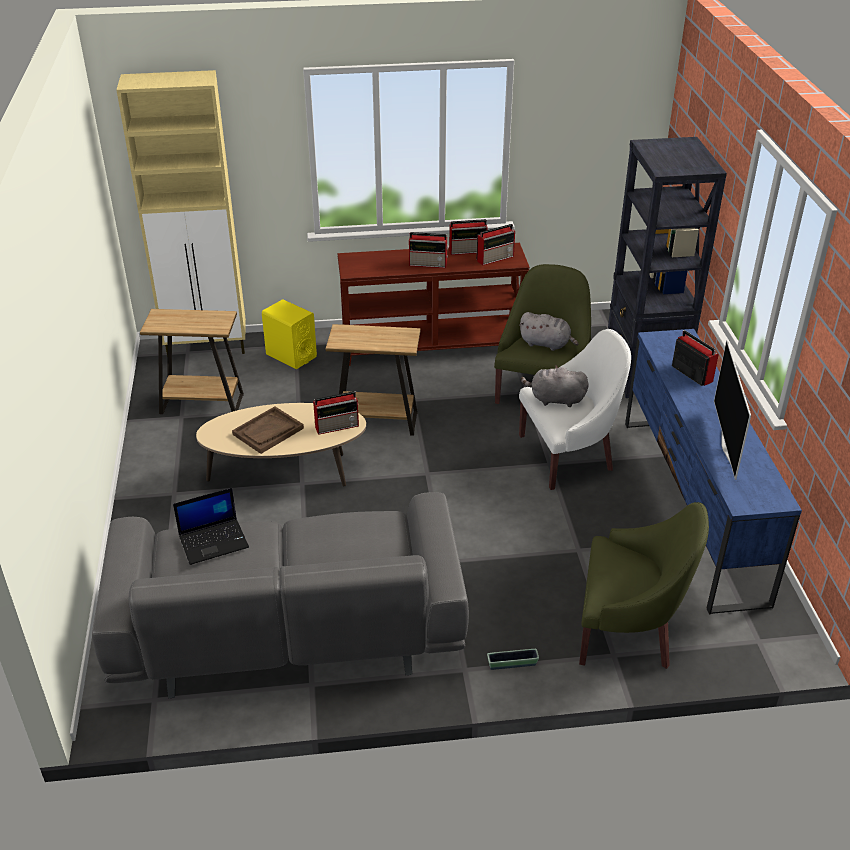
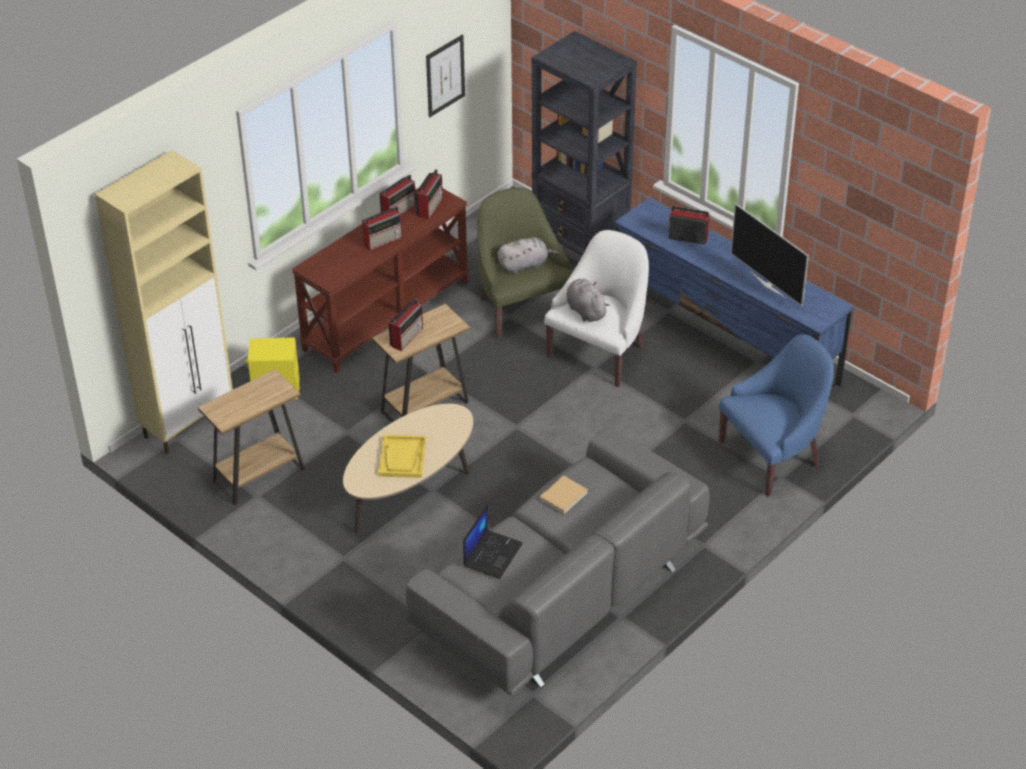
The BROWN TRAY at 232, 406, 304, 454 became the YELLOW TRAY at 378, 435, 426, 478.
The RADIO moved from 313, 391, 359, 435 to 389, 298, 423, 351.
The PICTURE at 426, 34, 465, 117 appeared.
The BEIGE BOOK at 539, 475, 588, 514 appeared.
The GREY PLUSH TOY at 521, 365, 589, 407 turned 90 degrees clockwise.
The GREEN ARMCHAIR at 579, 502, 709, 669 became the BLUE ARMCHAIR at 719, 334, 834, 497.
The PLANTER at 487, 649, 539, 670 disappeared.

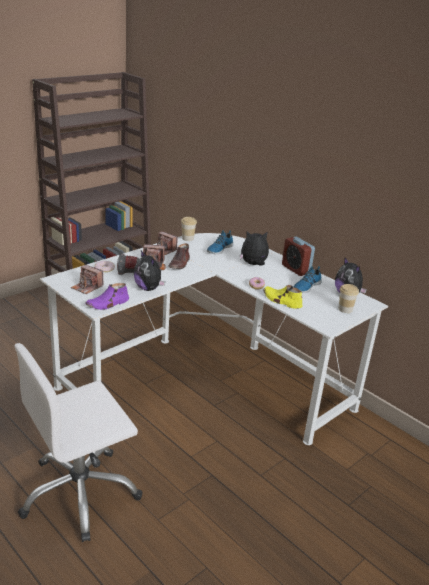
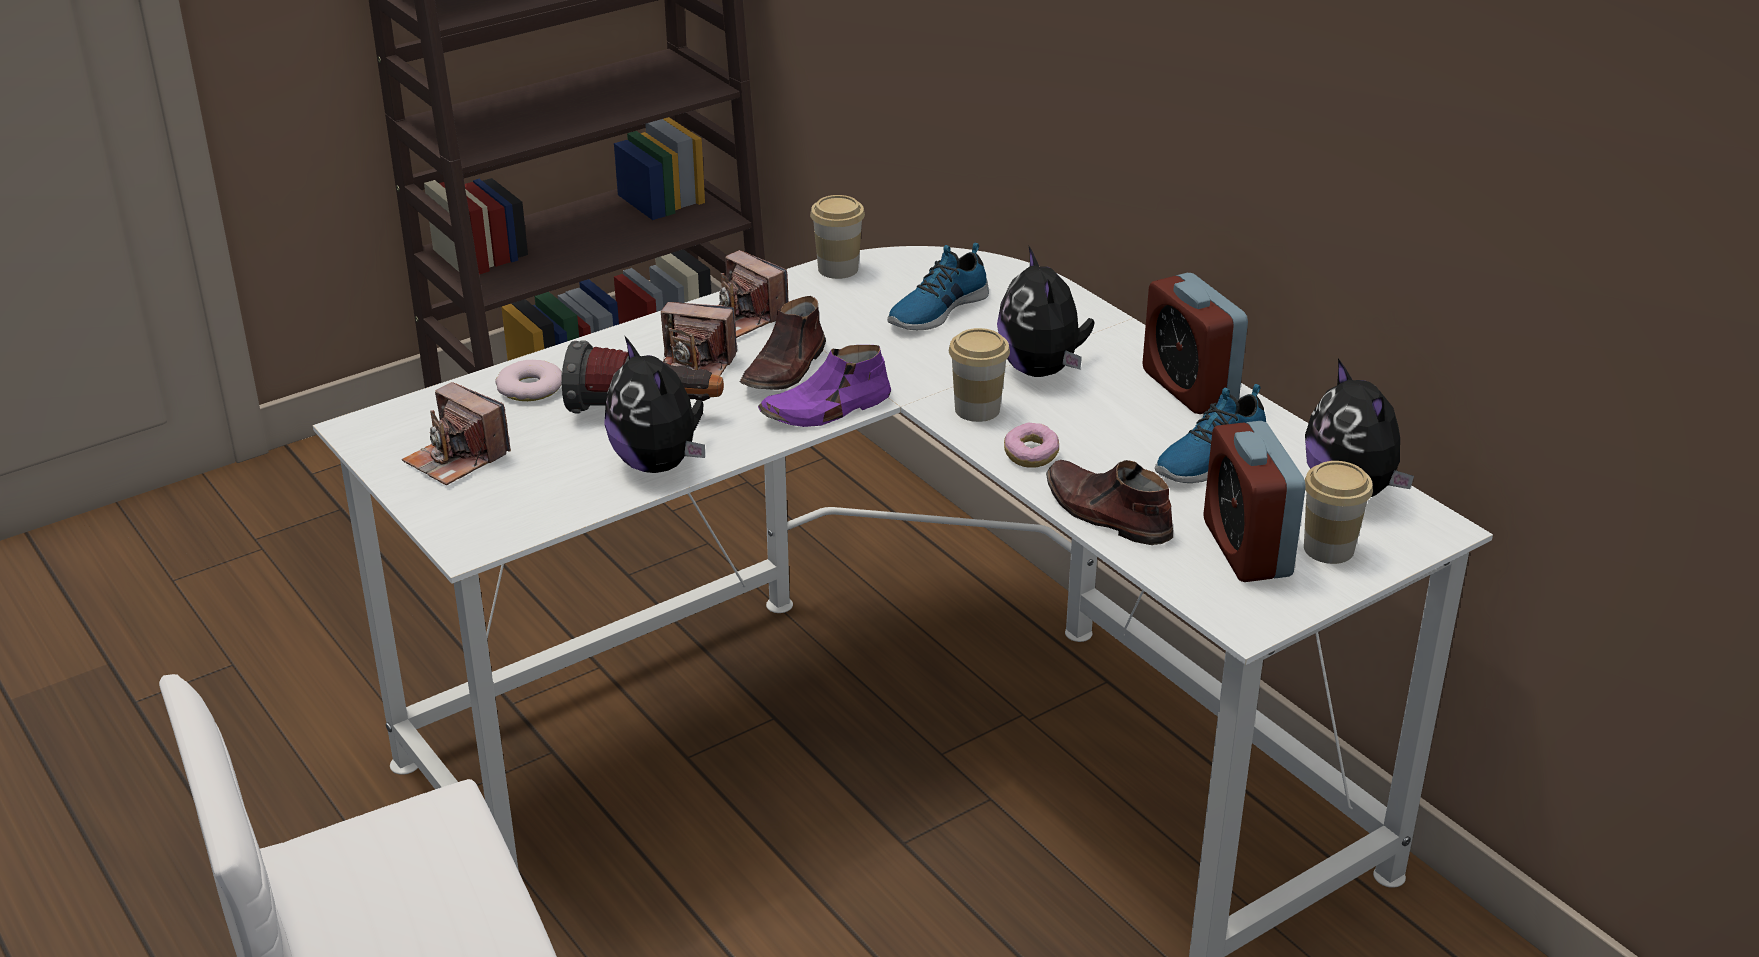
The PURPLE SHOE moved from 85, 283, 129, 310 to 758, 345, 891, 427.
The CUP at 949, 328, 1010, 422 appeared.
The PLUSH TOY at 240, 231, 269, 266 turned 105 degrees counterclockwise.
The YELLOW SHOE at 263, 285, 302, 309 became the BROWN SHOE at 1046, 460, 1173, 545.
The ALARM CLOCK at 1204, 421, 1306, 582 appeared.

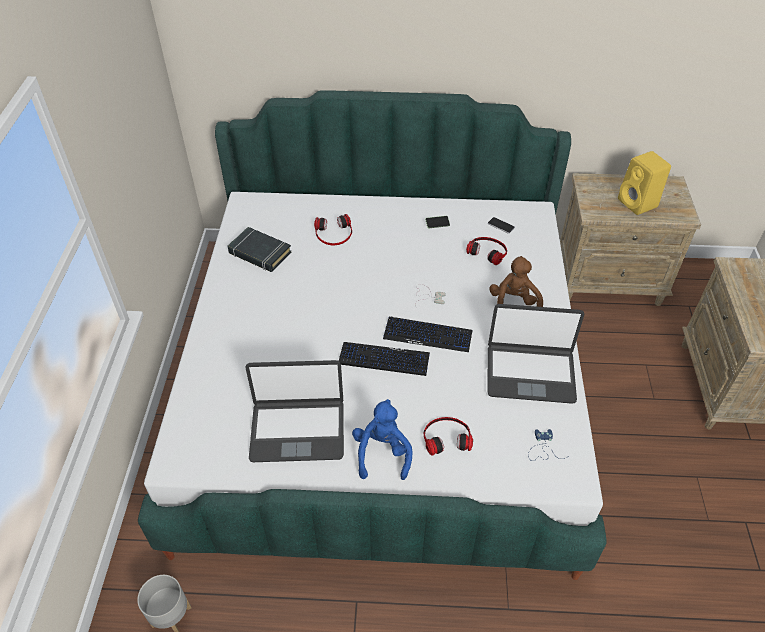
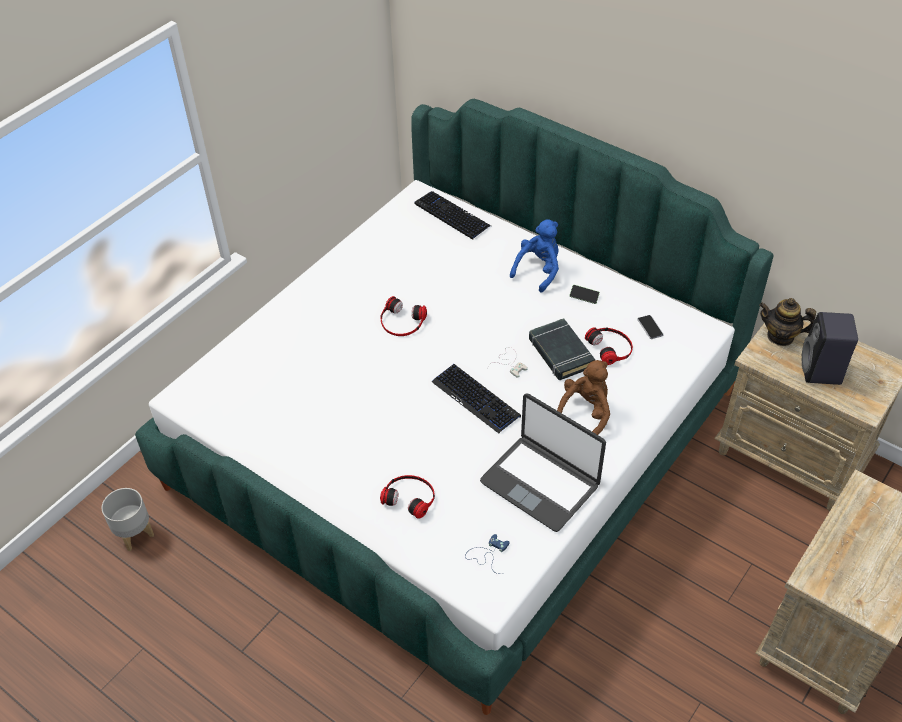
The HEADPHONES moved from 314, 214, 352, 245 to 380, 296, 427, 336.
The KEYBOARD moved from 339, 342, 430, 376 to 414, 191, 491, 240.
The BLUE PLUSH TOY moved from 352, 399, 412, 480 to 510, 219, 559, 293.
The BLACK BOOK moved from 227, 227, 291, 272 to 529, 318, 595, 380.
The TEAPOT at 759, 298, 816, 346 appeared.
The YELLOW SPEAKER at 618, 151, 671, 215 became the BLACK SPEAKER at 802, 312, 858, 385.
The LAPTOP at 245, 360, 344, 462 disappeared.

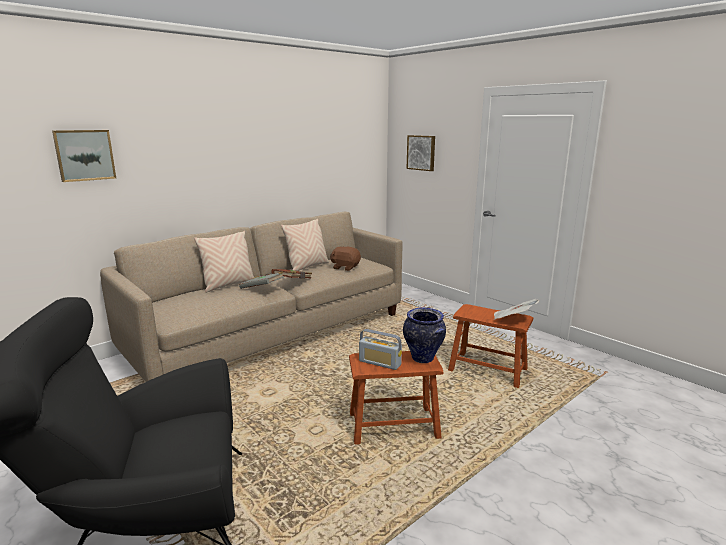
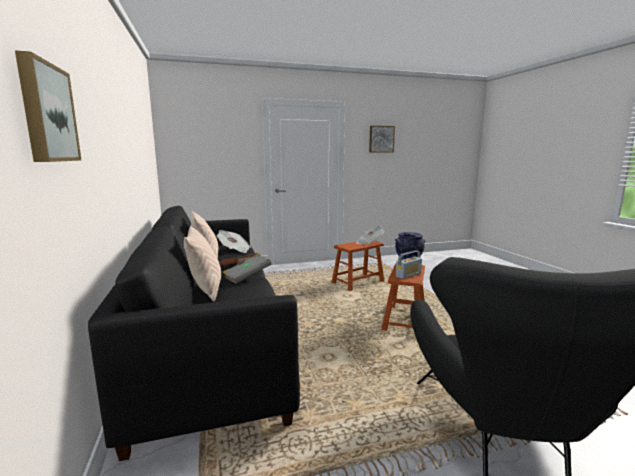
The BEIGE SOFA at 100, 212, 402, 382 became the BLACK SOFA at 88, 206, 300, 461.
The BROWN PLUSH TOY at 330, 247, 361, 271 was replaced by the NEWSPAPER at 217, 230, 251, 253.
The PICTURE moved from 407, 135, 435, 171 to 369, 126, 395, 153.

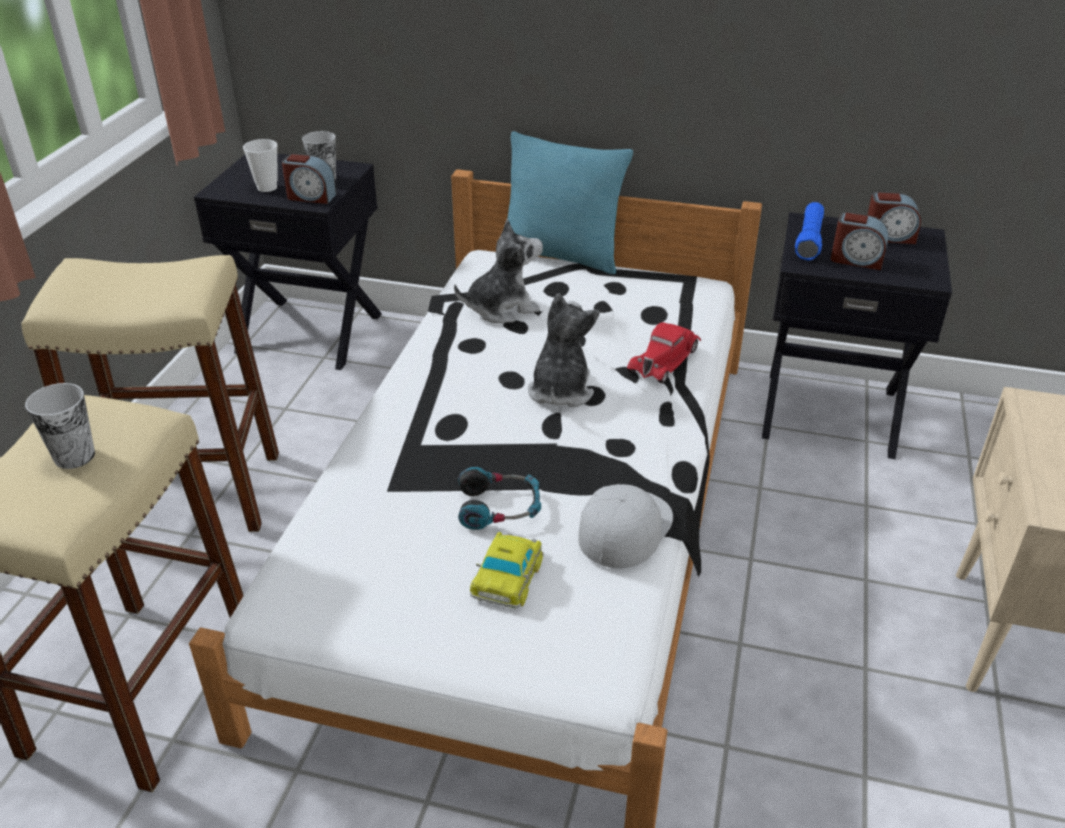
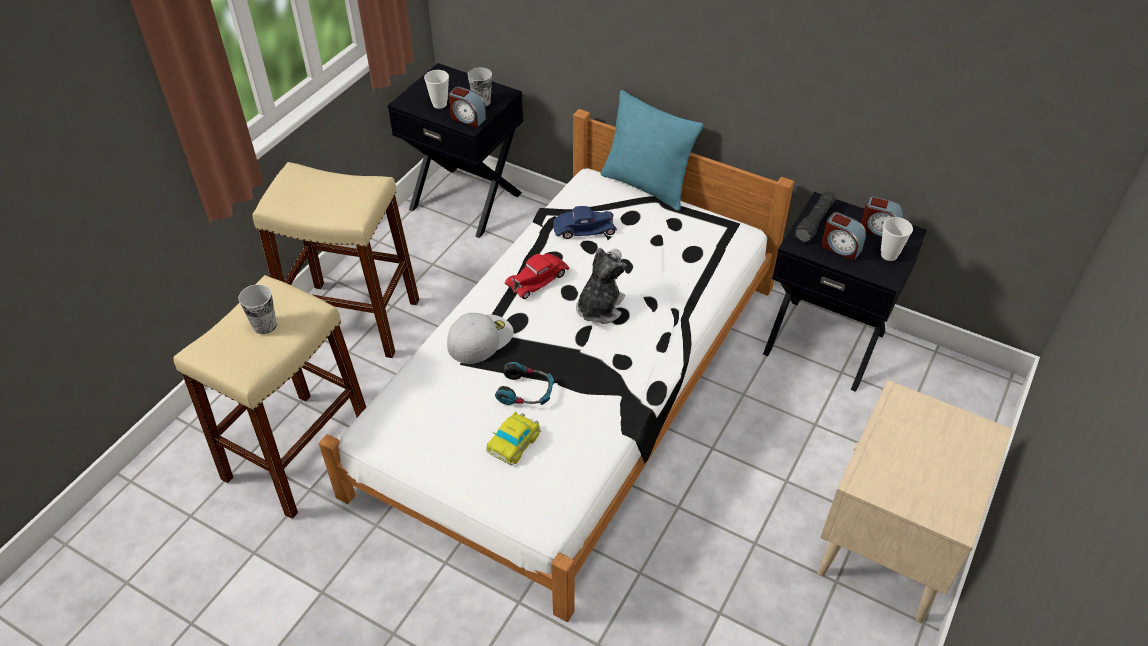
The WHITE CAP moved from 578, 484, 673, 569 to 447, 313, 514, 364.
The RED TOY CAR moved from 627, 322, 701, 384 to 505, 253, 569, 299.
The PLUSH TOY at 454, 219, 543, 323 was replaced by the BLUE TOY CAR at 553, 206, 617, 239.
The BLUE FLASHLIGHT at 795, 202, 824, 260 became the BLACK FLASHLIGHT at 795, 191, 836, 243.
The CUP at 881, 217, 913, 261 appeared.

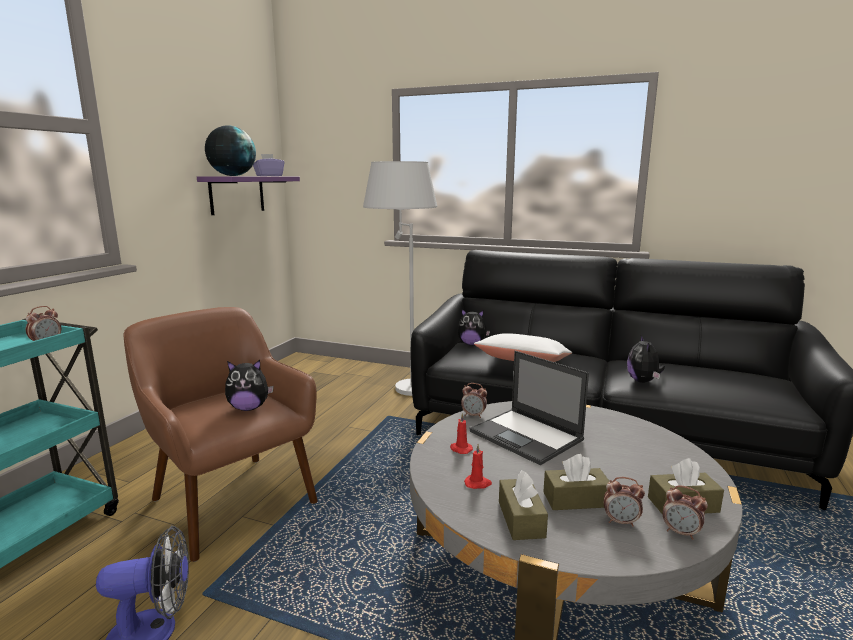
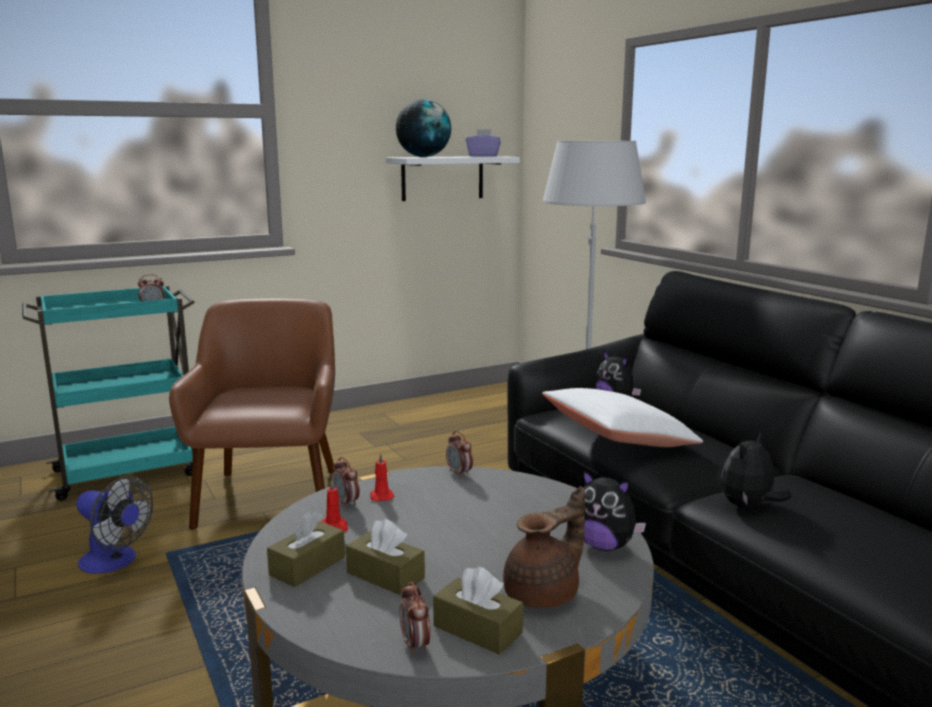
The ALARM CLOCK moved from 604, 477, 645, 527 to 332, 457, 360, 508.
The PURPLE SHELF at 197, 176, 300, 215 became the WHITE SHELF at 386, 156, 520, 201.
The BROWN TEAPOT at 503, 486, 585, 609 appeared.
The PLUSH TOY moved from 225, 360, 274, 411 to 584, 470, 646, 551.
The LAPTOP at 470, 351, 589, 465 disappeared.

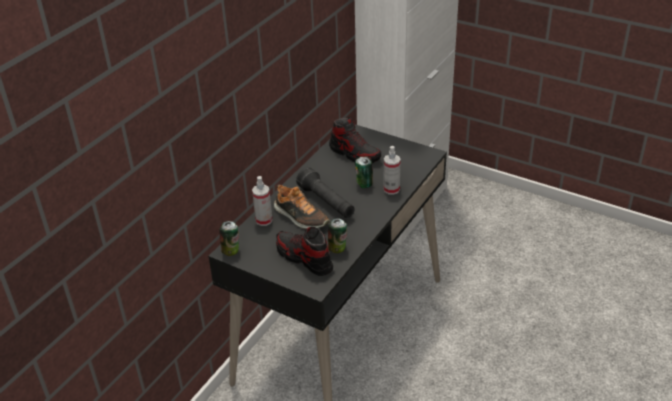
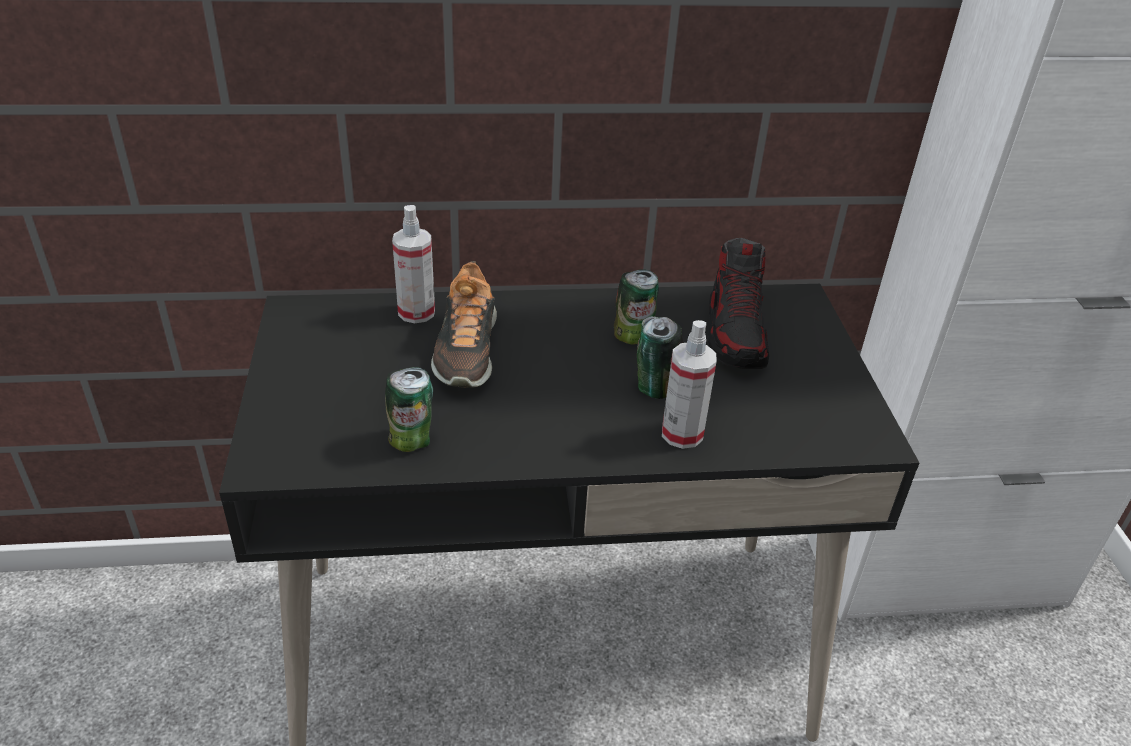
The CAN moved from 220, 221, 239, 256 to 614, 269, 659, 344.
The SHOE at 276, 227, 333, 276 disappeared.
The BLACK FLASHLIGHT at 296, 167, 355, 218 disappeared.

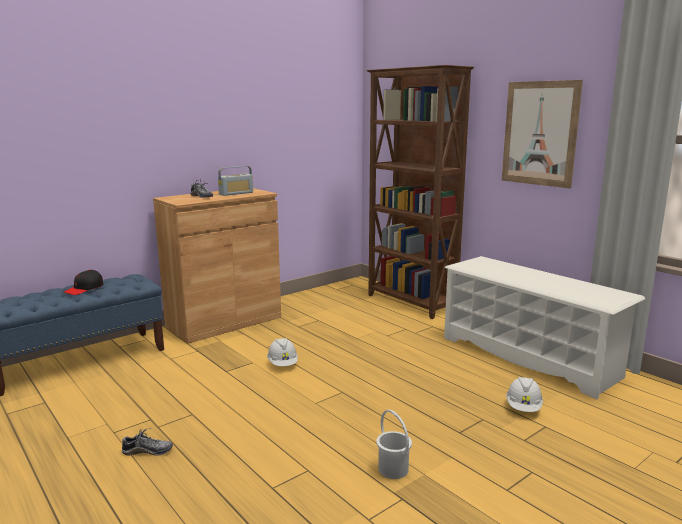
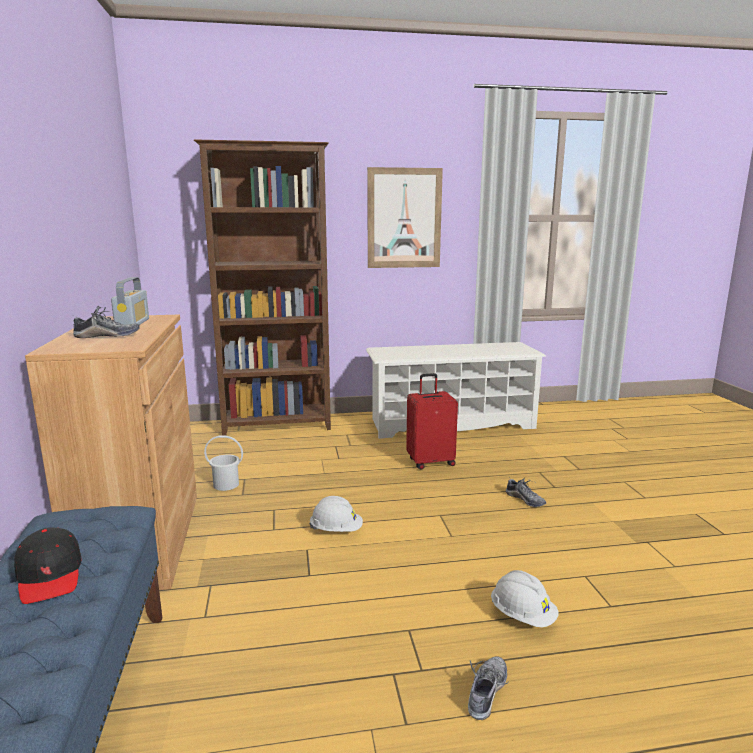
The WHITE BUCKET moved from 376, 410, 412, 479 to 204, 436, 243, 491.
The RED SUITCASE at 406, 373, 458, 469 appeared.
The WHITE HARD HAT moved from 506, 377, 543, 412 to 491, 570, 559, 627.
The SHOE at 506, 477, 546, 507 appeared.

